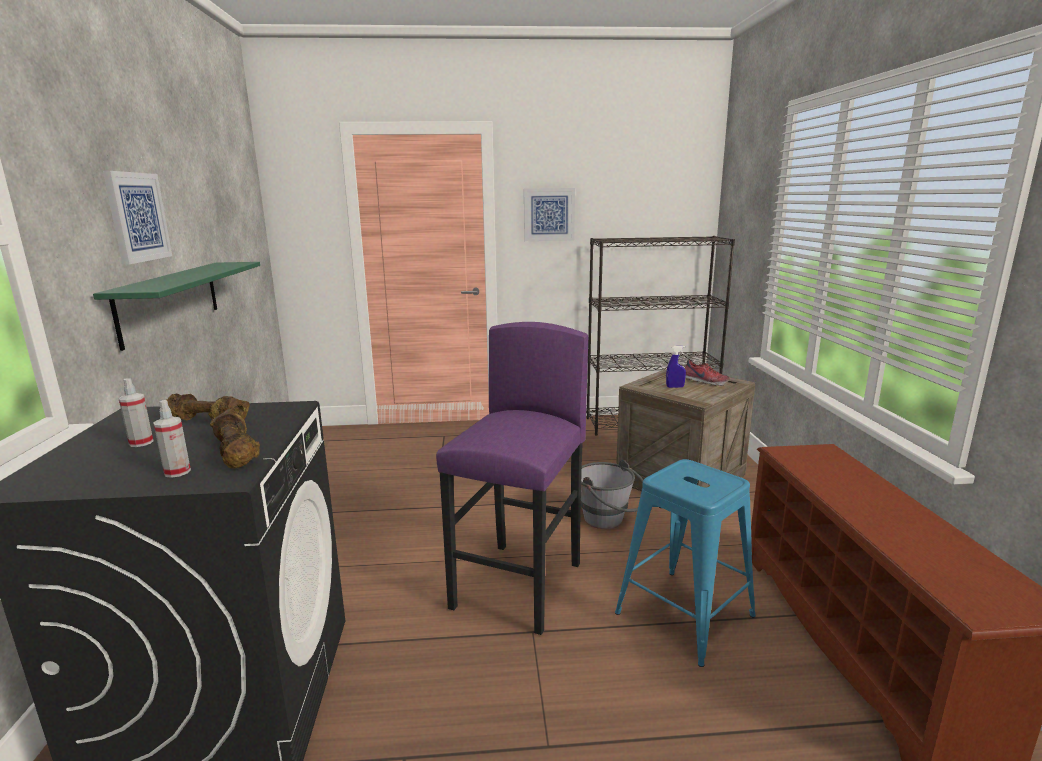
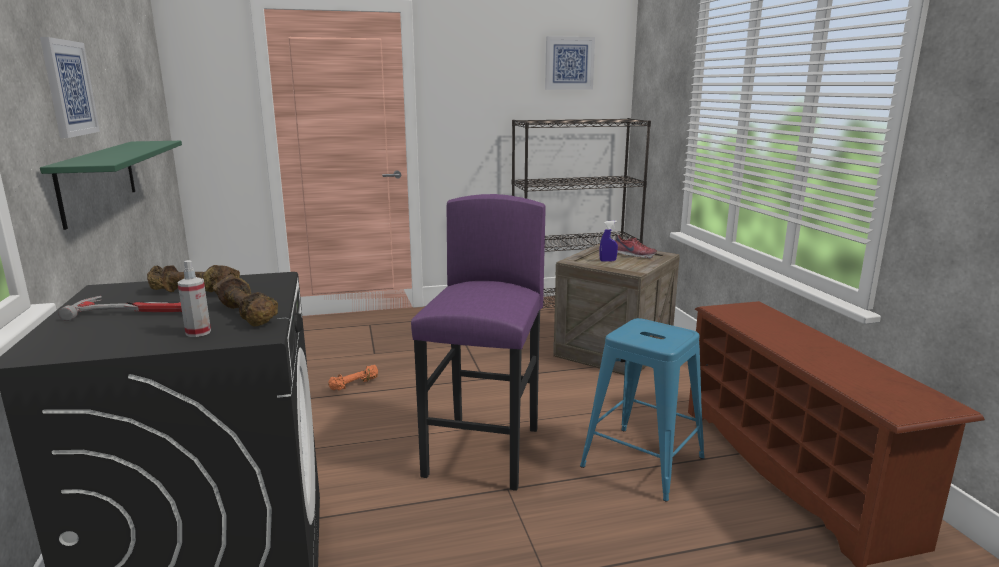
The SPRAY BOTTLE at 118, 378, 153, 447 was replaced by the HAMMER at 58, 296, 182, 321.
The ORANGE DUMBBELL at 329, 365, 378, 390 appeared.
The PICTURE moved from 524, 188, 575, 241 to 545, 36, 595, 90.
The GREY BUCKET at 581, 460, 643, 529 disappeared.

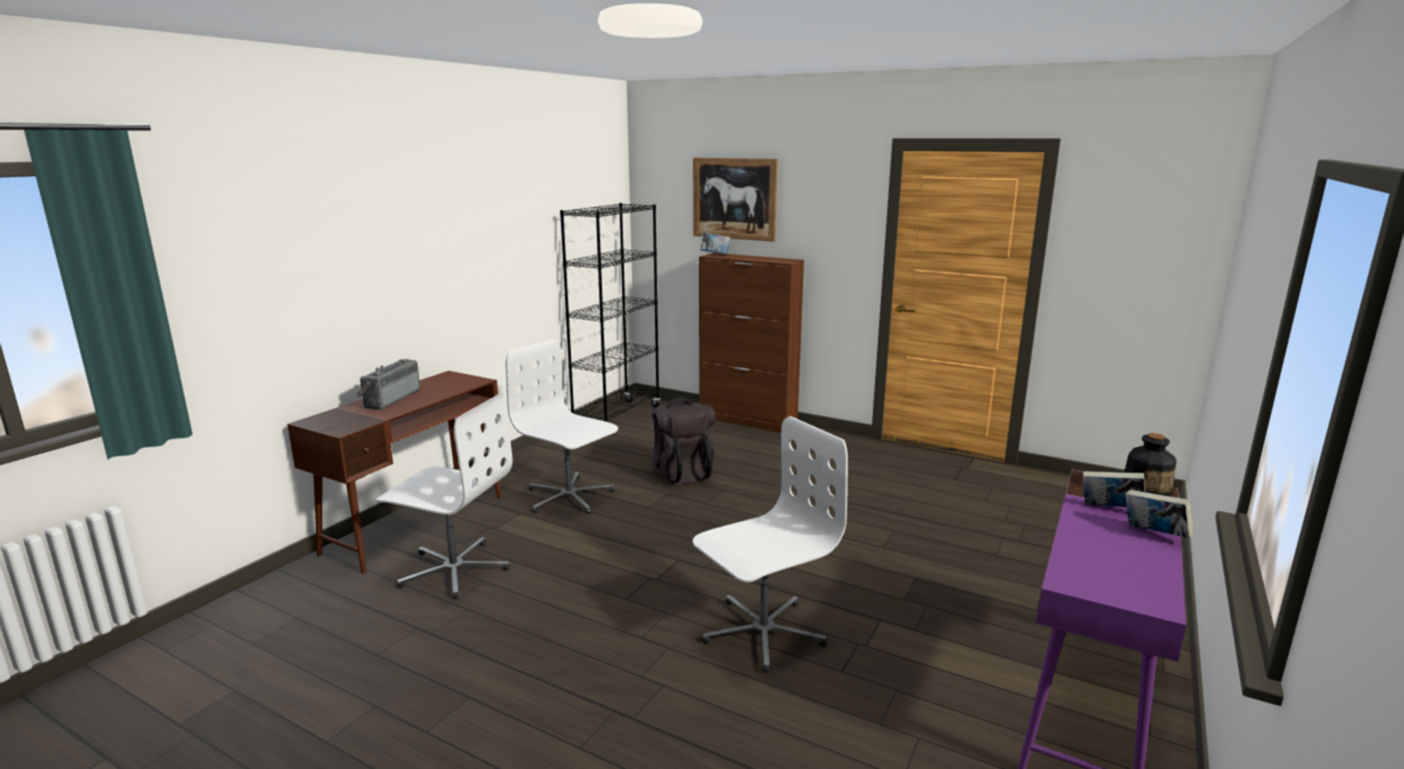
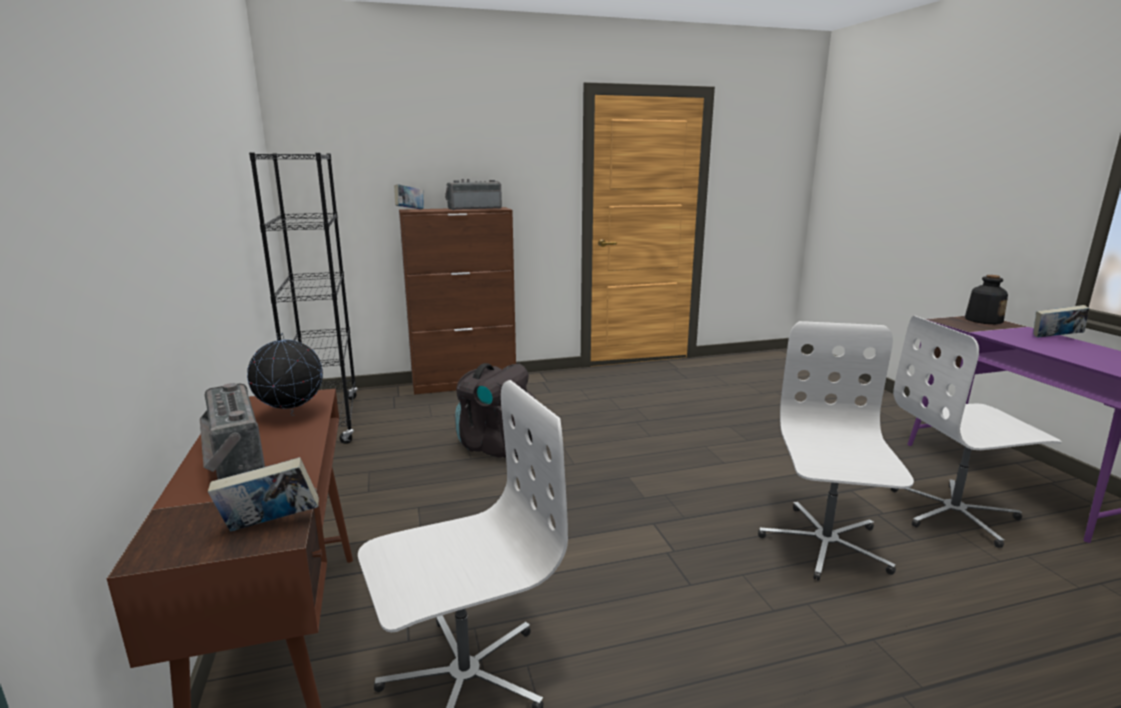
The BOOK moved from 1083, 471, 1145, 507 to 208, 457, 319, 531.
The GLOBE at 247, 333, 323, 416 appeared.
The RADIO at 445, 179, 502, 210 appeared.
The WHITE OFFICE CHAIR moved from 506, 339, 618, 514 to 891, 316, 1062, 548.
The PICTURE at 693, 158, 778, 242 disappeared.

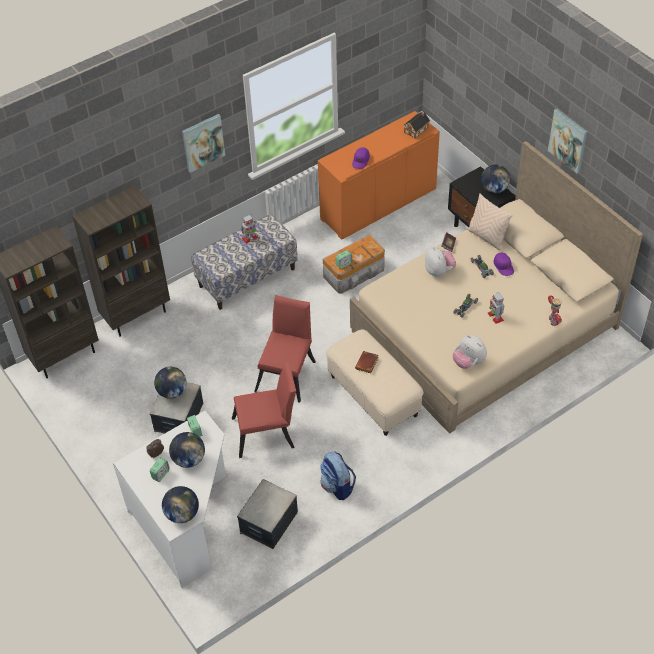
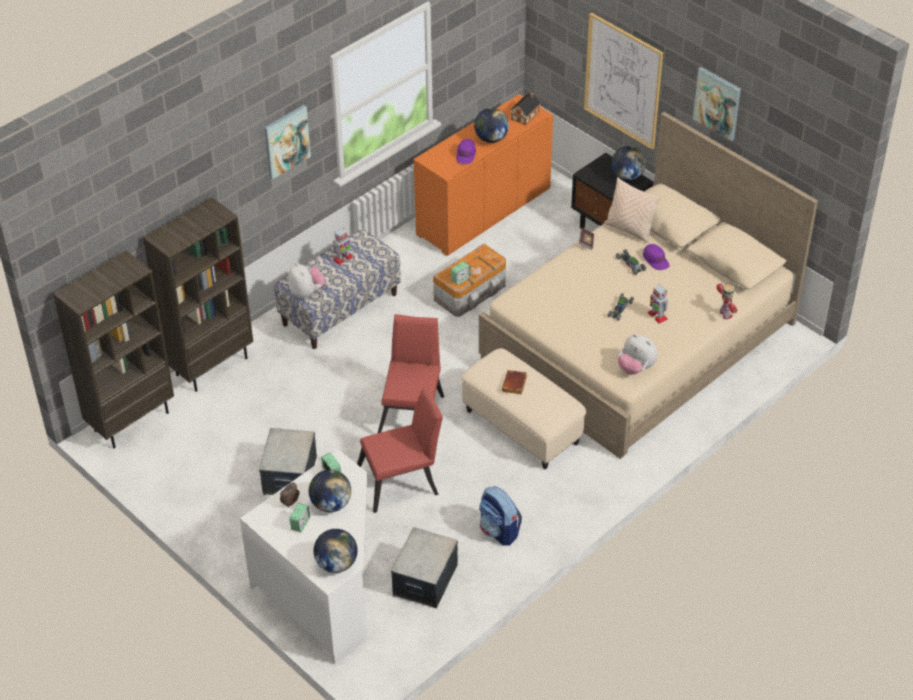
The PLUSH TOY moved from 425, 247, 456, 277 to 288, 263, 326, 299.
The GLOBE moved from 154, 367, 187, 399 to 474, 108, 509, 143.
The PICTURE at 584, 13, 663, 149 appeared.

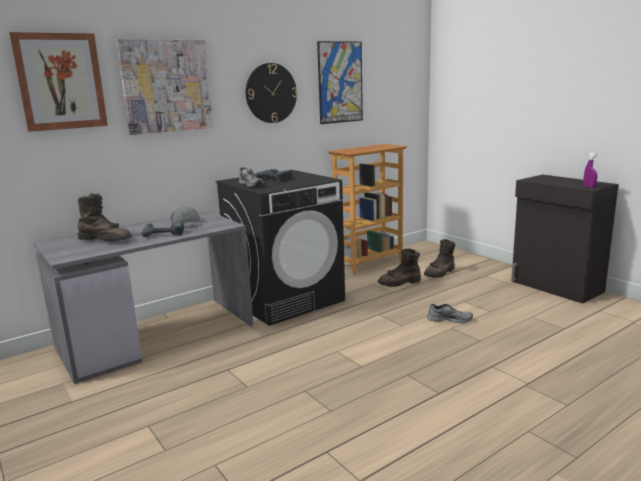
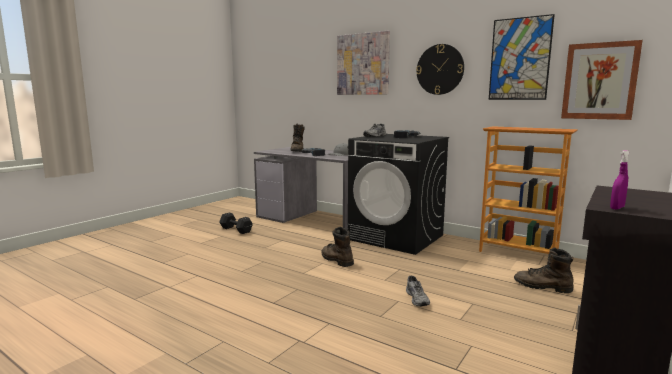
The BLACK DUMBBELL at 219, 213, 253, 234 appeared.
The BROWN BOOT moved from 378, 248, 421, 287 to 322, 227, 354, 267.
The PICTURE moved from 9, 32, 108, 132 to 561, 40, 643, 120.

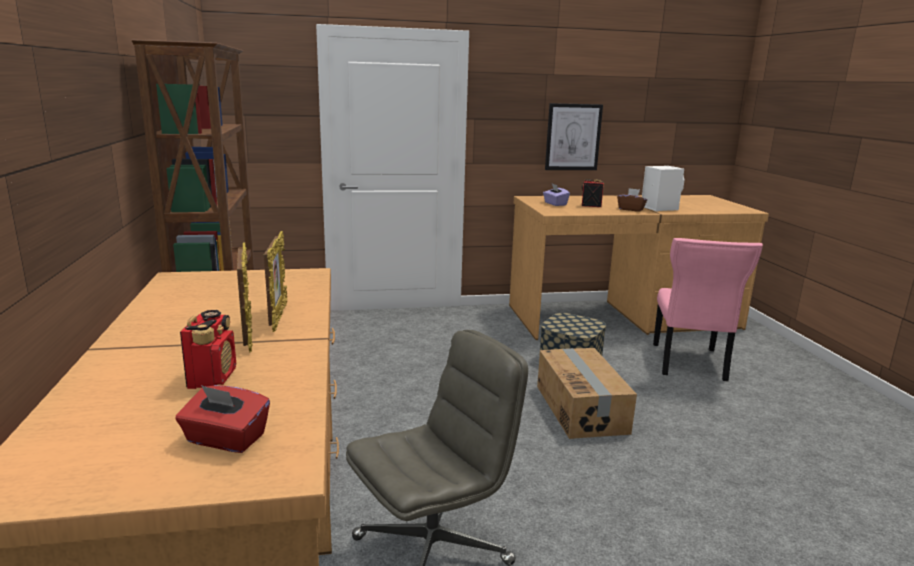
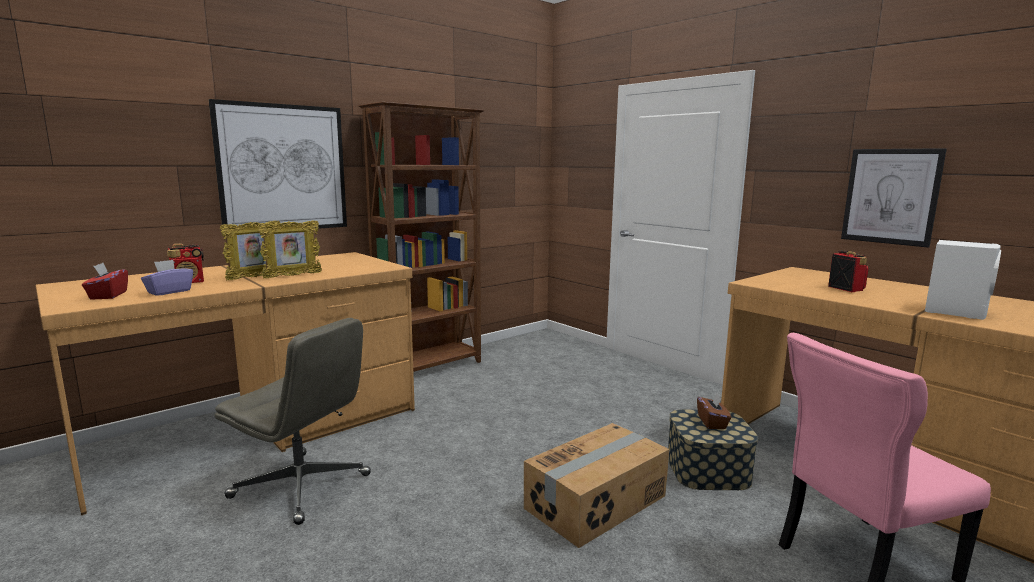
The PURPLE TISSUE BOX moved from 543, 184, 570, 206 to 141, 260, 193, 296.
The PICTURE at 208, 99, 347, 232 appeared.
The BROWN TISSUE BOX moved from 617, 188, 647, 212 to 697, 393, 731, 429.

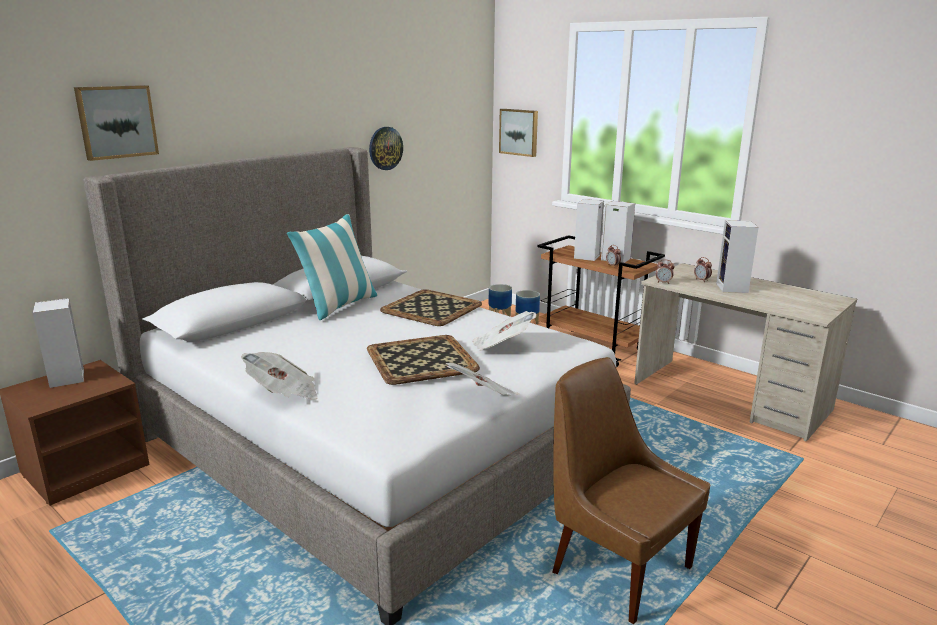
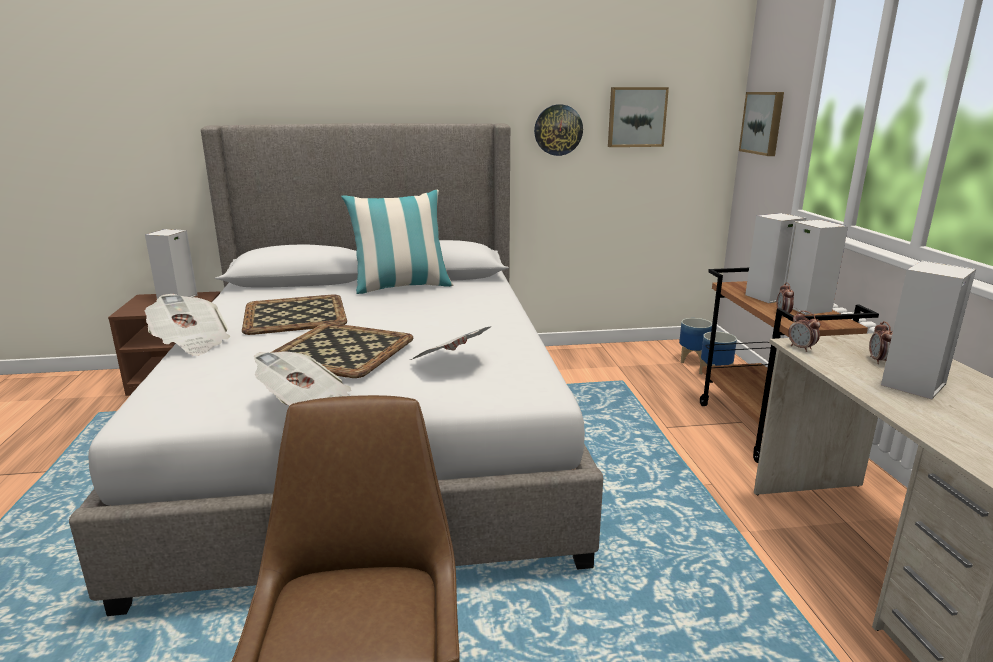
The TRAY moved from 380, 289, 482, 326 to 242, 294, 347, 335.
The PICTURE moved from 74, 85, 159, 161 to 608, 87, 669, 147.

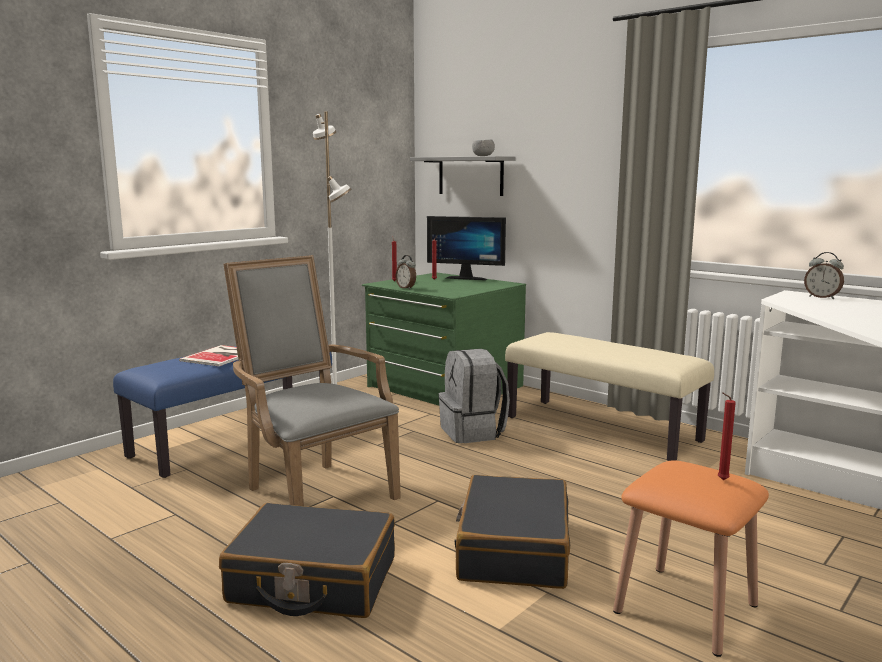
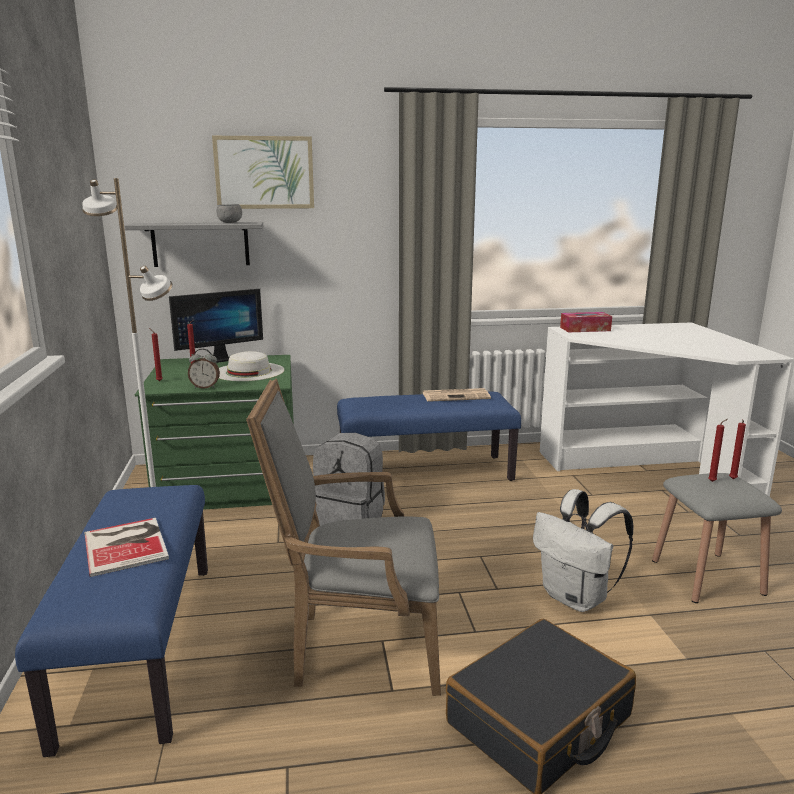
The PICTURE at 212, 136, 314, 209 appeared.
The WHITE HAT at 219, 351, 284, 381 appeared.
The BEIGE BENCH at 505, 332, 714, 461 became the BLUE BENCH at 337, 391, 521, 481.
The NEWSPAPER at 423, 388, 491, 402 appeared.
The BLACK SUITCASE at 454, 475, 570, 589 was replaced by the WHITE BACKPACK at 533, 489, 634, 612.
The ALARM CLOCK at 804, 252, 844, 299 was replaced by the TISSUE BOX at 560, 312, 612, 332.
The ORANGE STOOL at 613, 460, 769, 657 became the GREY STOOL at 652, 473, 782, 603.
The RED CANDLE at 708, 419, 727, 482 appeared.

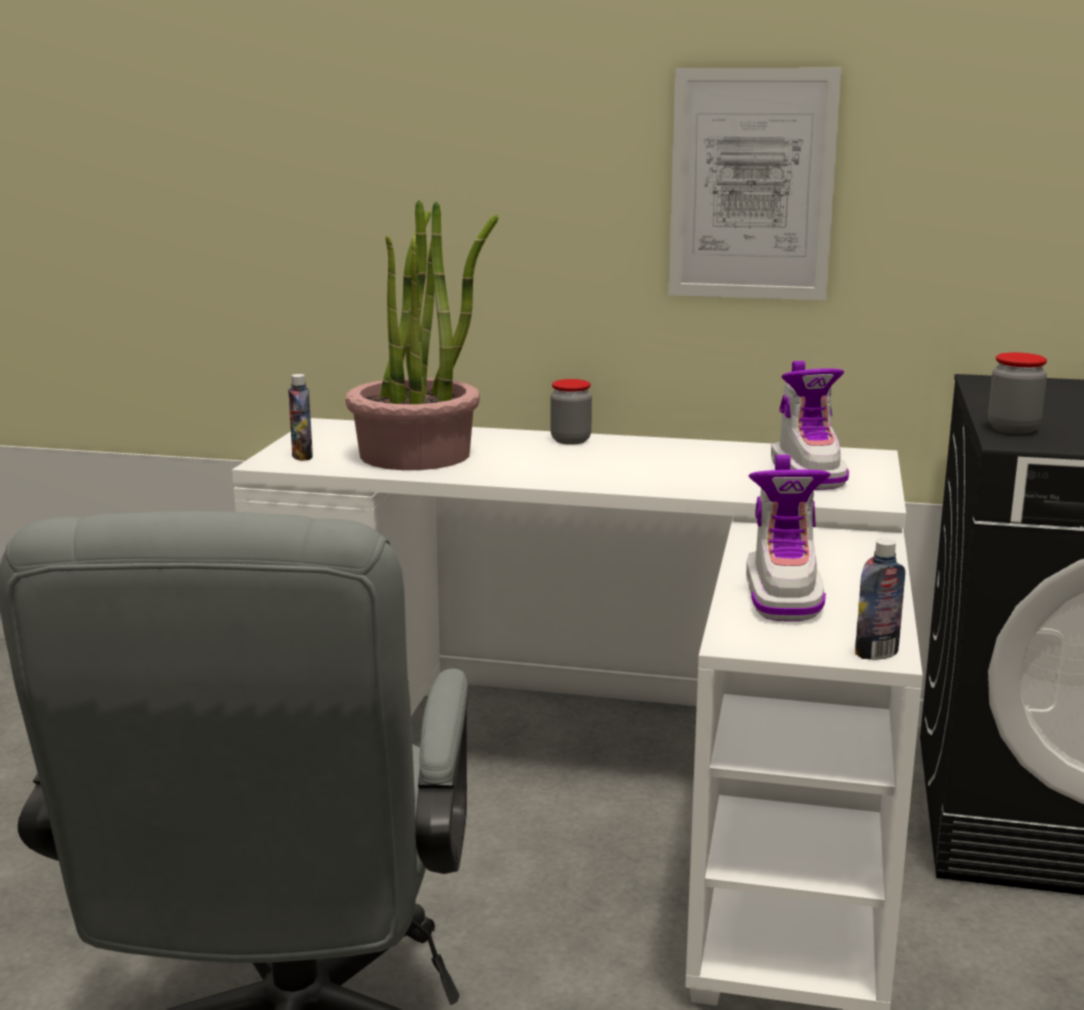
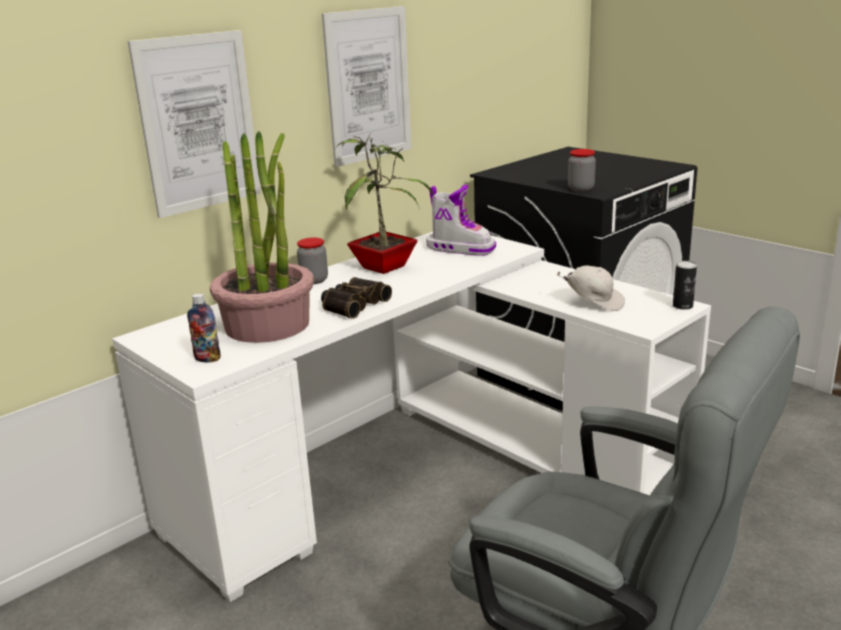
The PICTURE at 128, 30, 261, 218 appeared.
The BINOCULARS at 321, 277, 392, 319 appeared.
The POTTED PLANT at 336, 133, 436, 274 appeared.
The BOOT at 746, 455, 831, 621 was replaced by the WHITE CAP at 556, 265, 625, 311.
The BOTTLE at 855, 539, 905, 660 was replaced by the CAN at 673, 261, 697, 310.

